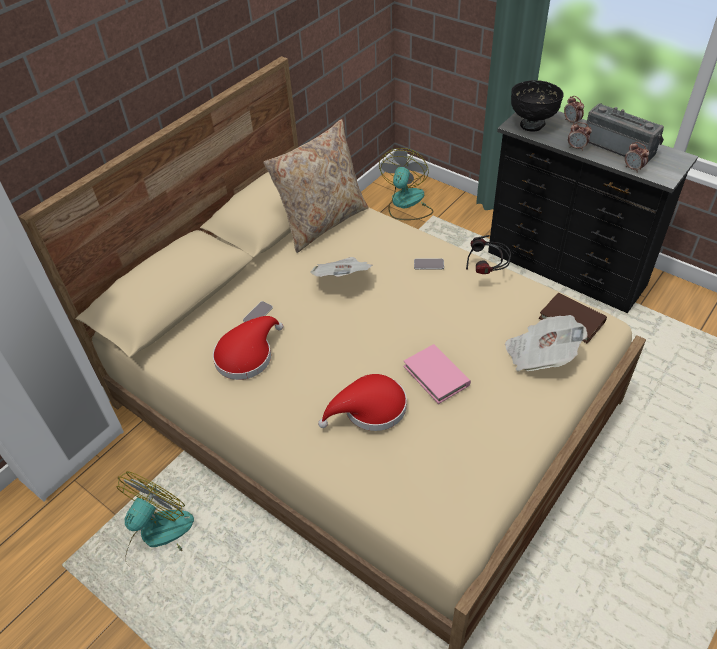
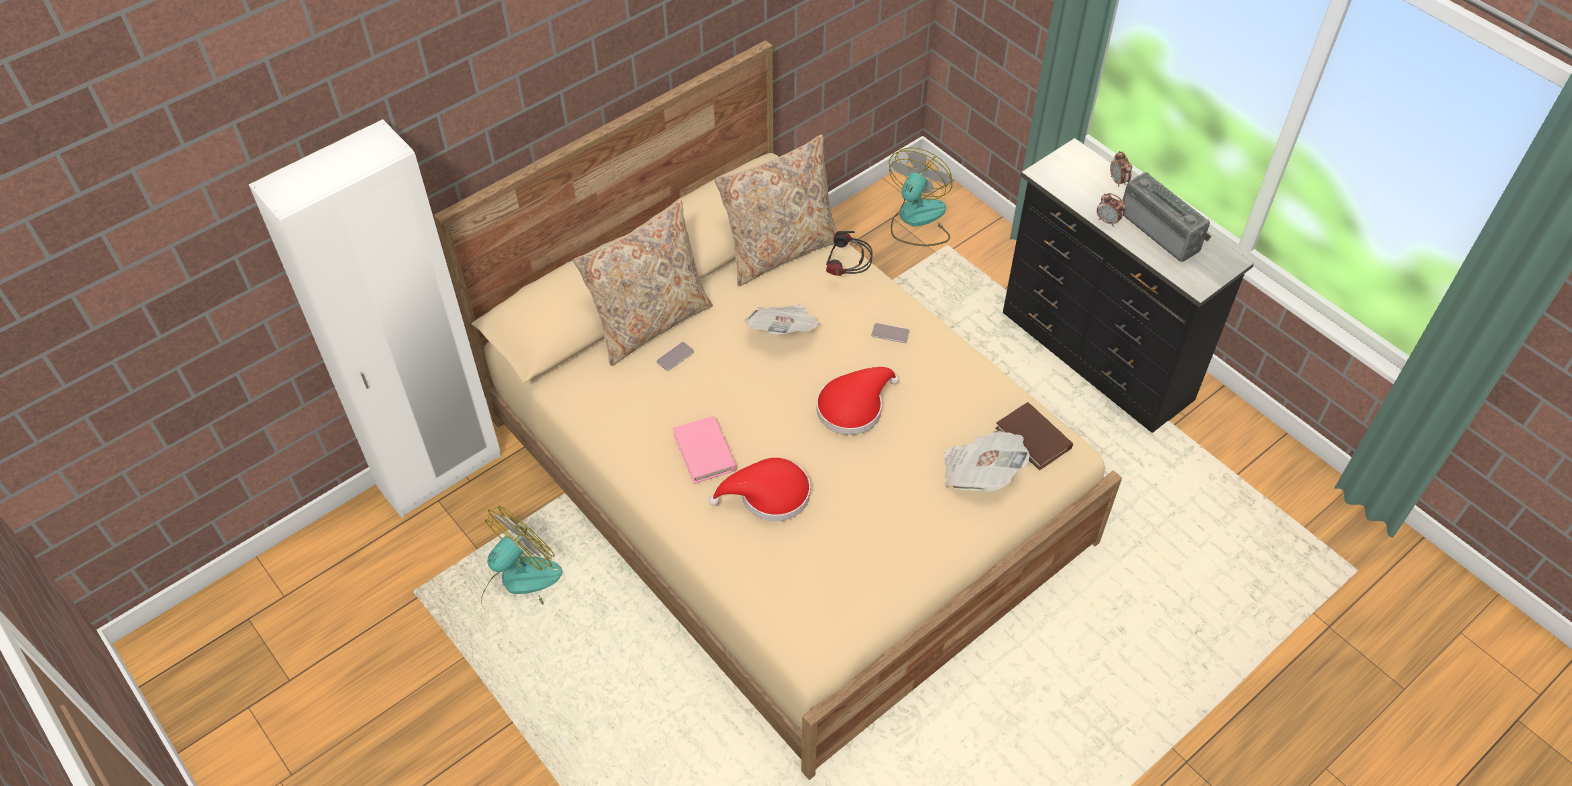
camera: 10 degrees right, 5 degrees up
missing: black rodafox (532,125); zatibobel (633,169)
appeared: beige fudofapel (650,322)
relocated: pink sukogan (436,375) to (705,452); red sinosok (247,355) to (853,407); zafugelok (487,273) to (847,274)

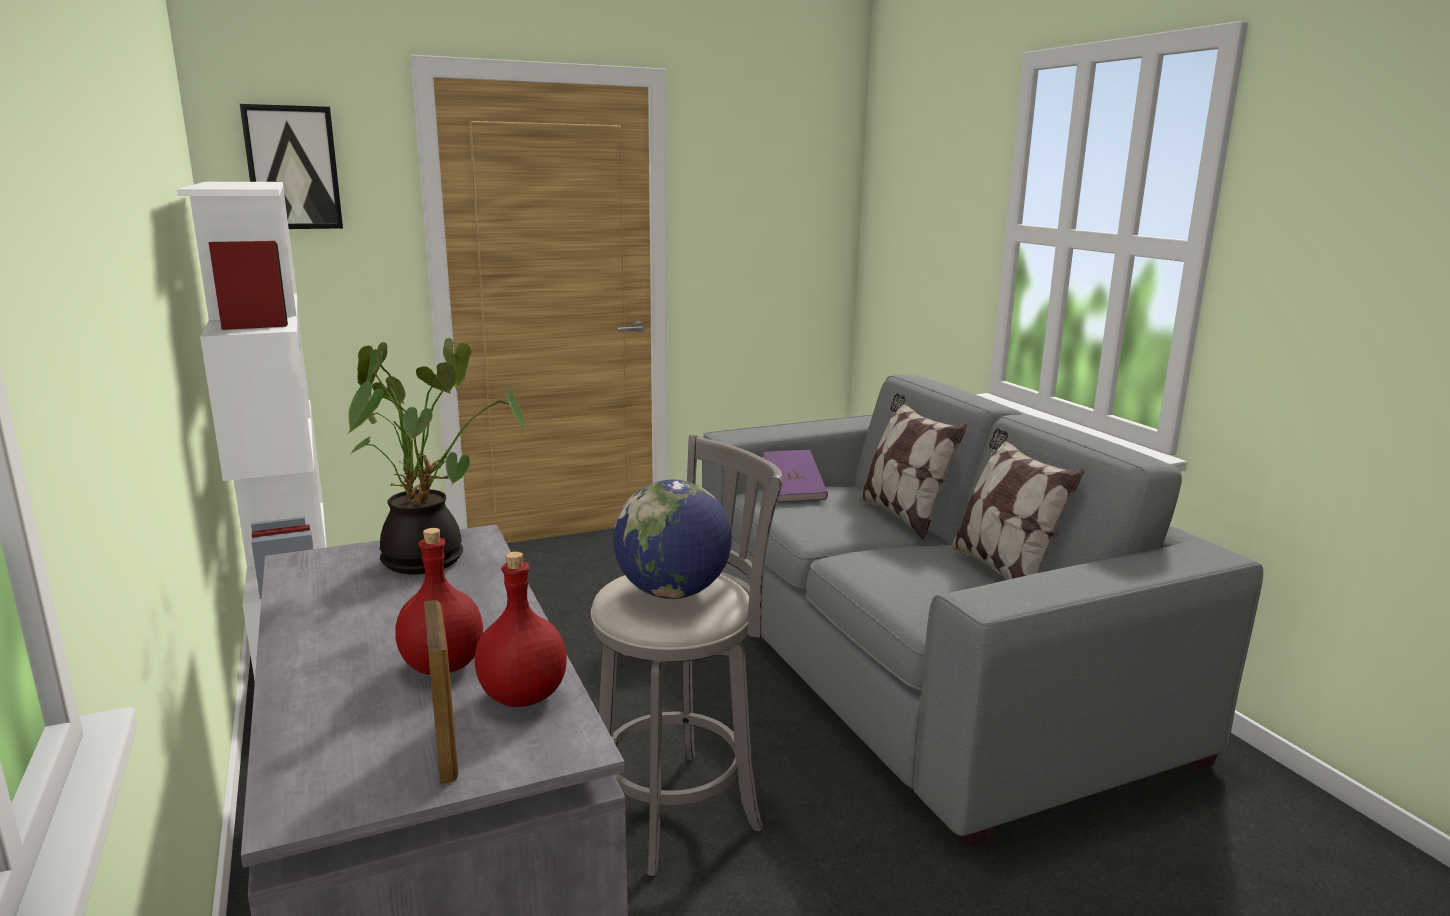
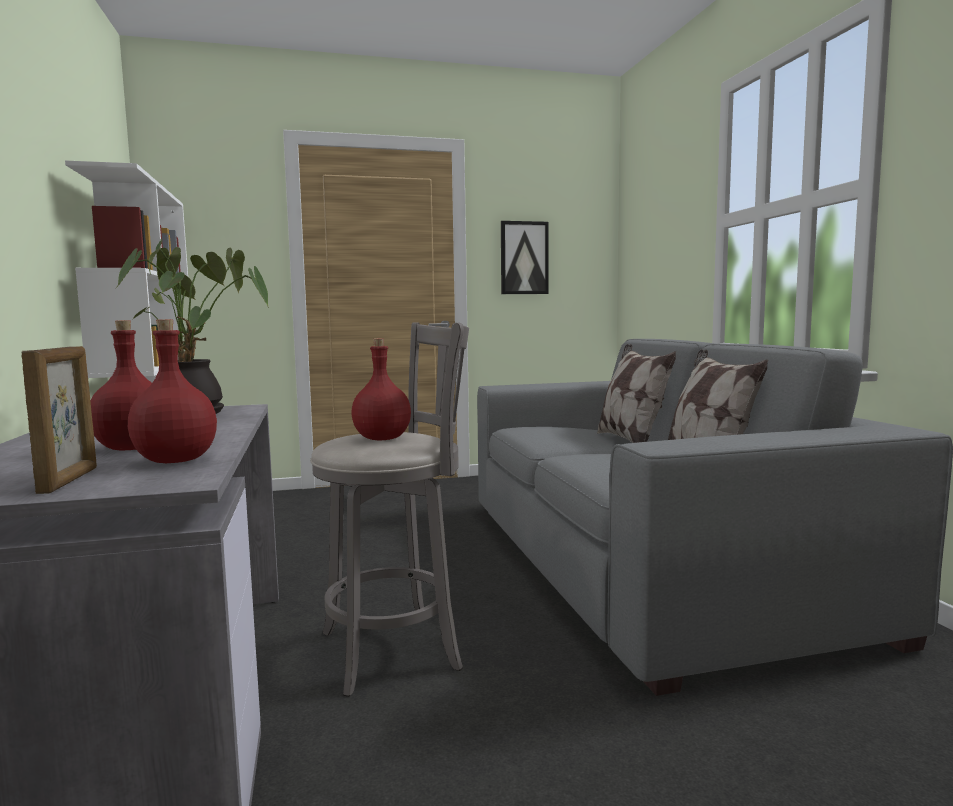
camera: 10 degrees right, 10 degrees down
missing: purple sukogan (793,492)
relocated: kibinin (293,168) to (524,258)
exchanged: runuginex (673,592) to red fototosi (381,439)

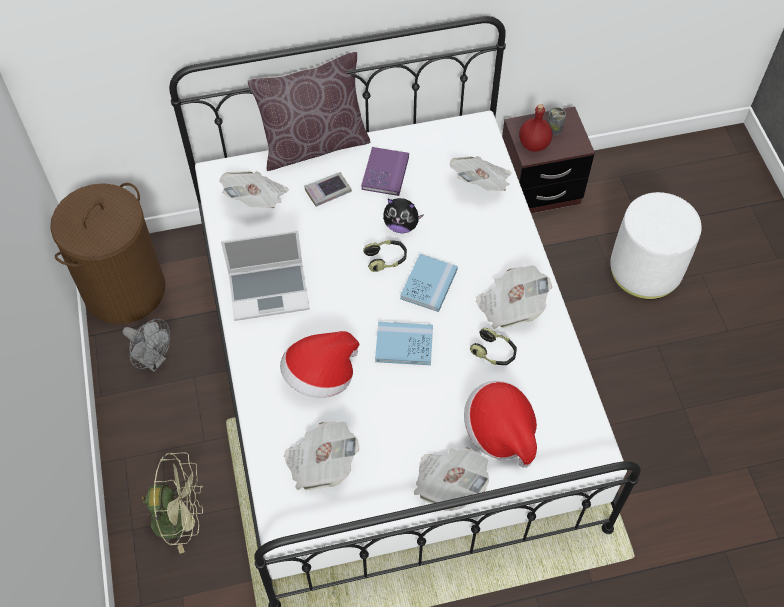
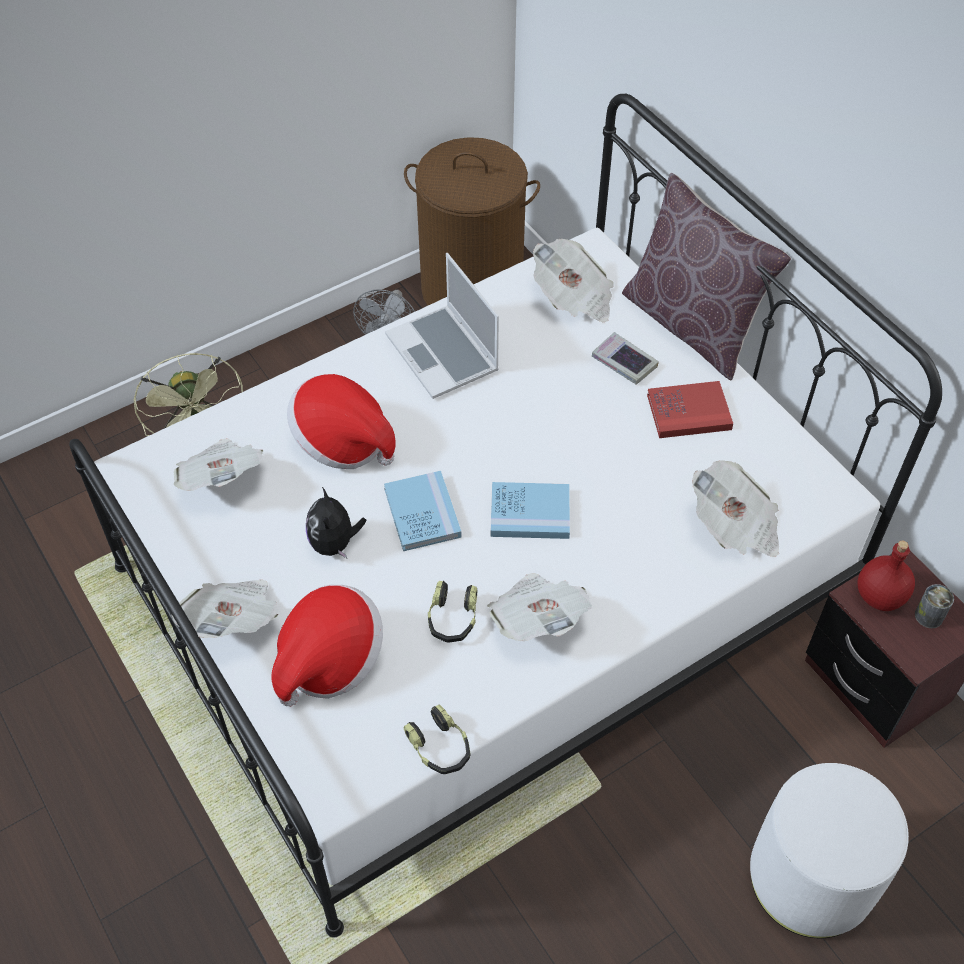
camera: 70 degrees right, 5 degrees down
relocated: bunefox (401,225) to (335,543); zafugelok (386,259) to (440,747)
colour: purple sukogan (385,173) to red sukogan (689,412)

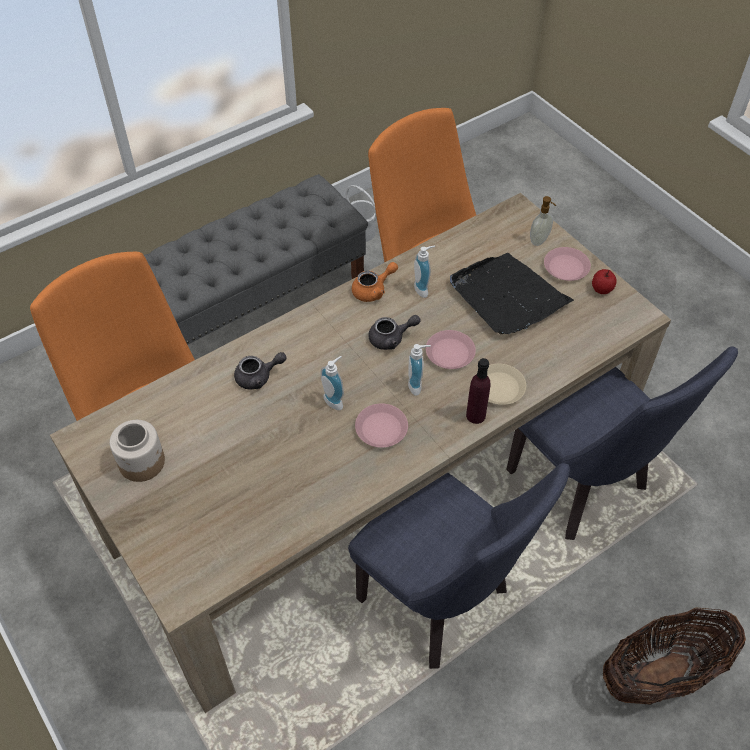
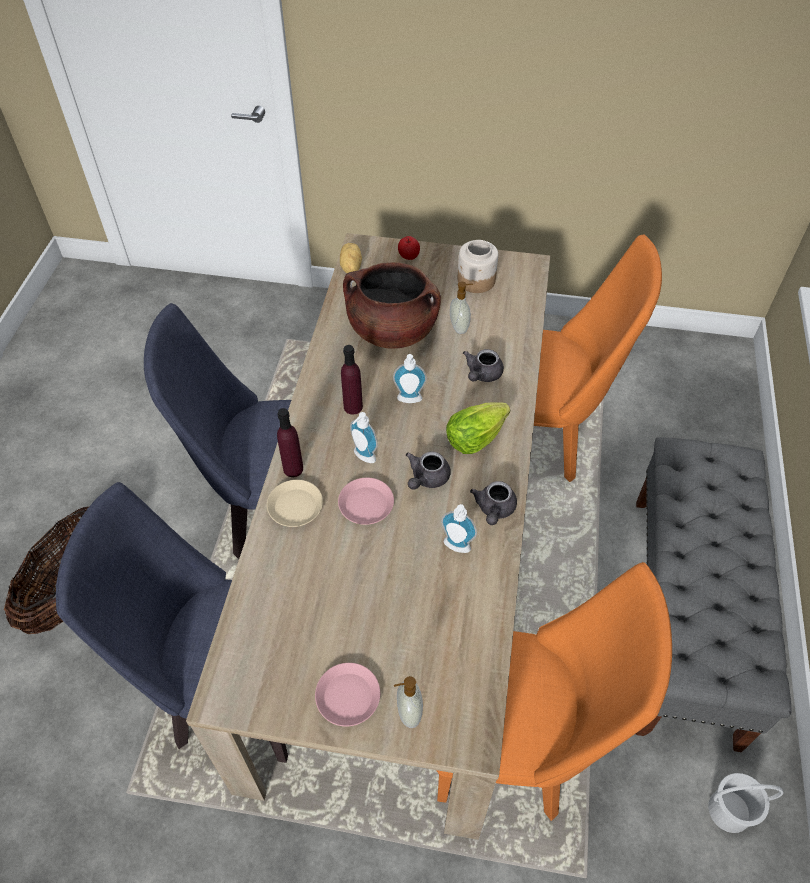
camera: 135 degrees right, 0 degrees up
missing: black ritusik (507,297)
appeared: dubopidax (350,267); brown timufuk (392,331); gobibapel (474,438); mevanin (460,327)
relocated: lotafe (602,289) to (409,256)
exchanged: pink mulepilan (381,429) to purple fototosi (353,407)
colour: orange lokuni (373,290) to grey lokuni (494,509)

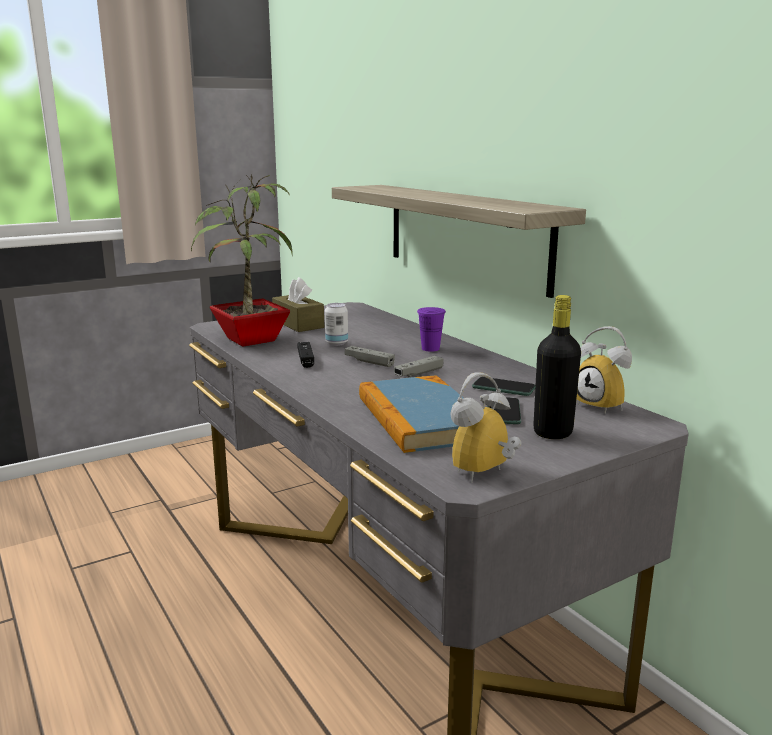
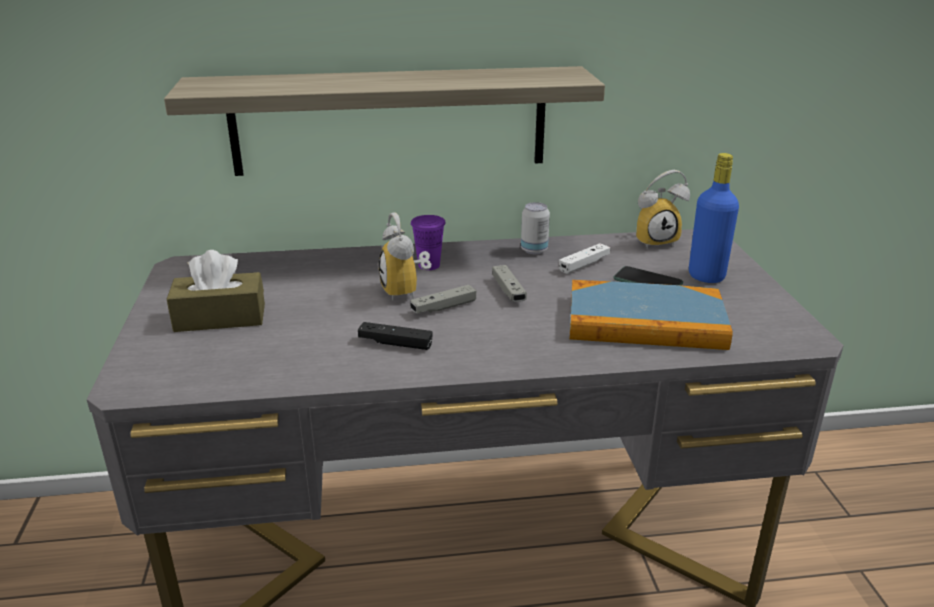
camera: 65 degrees left, 10 degrees up
missing: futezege (248,341)
relocated: zatibobel (485,474) to (407,292); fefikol (336,343) to (534,250)
exchanged: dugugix (503,388) to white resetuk (584,264)
colour: black fototosi (552,432) to blue fototosi (706,276)

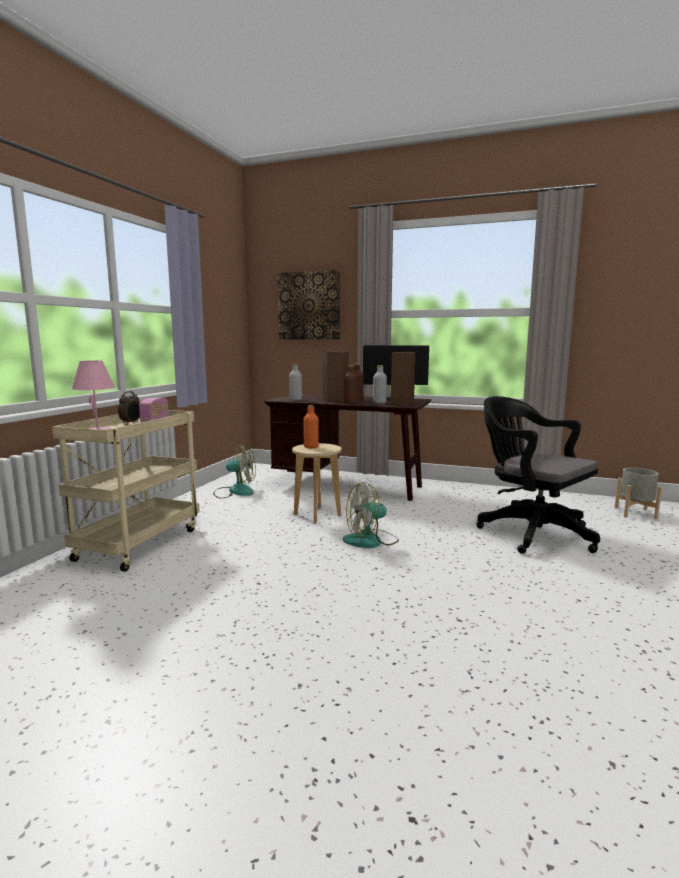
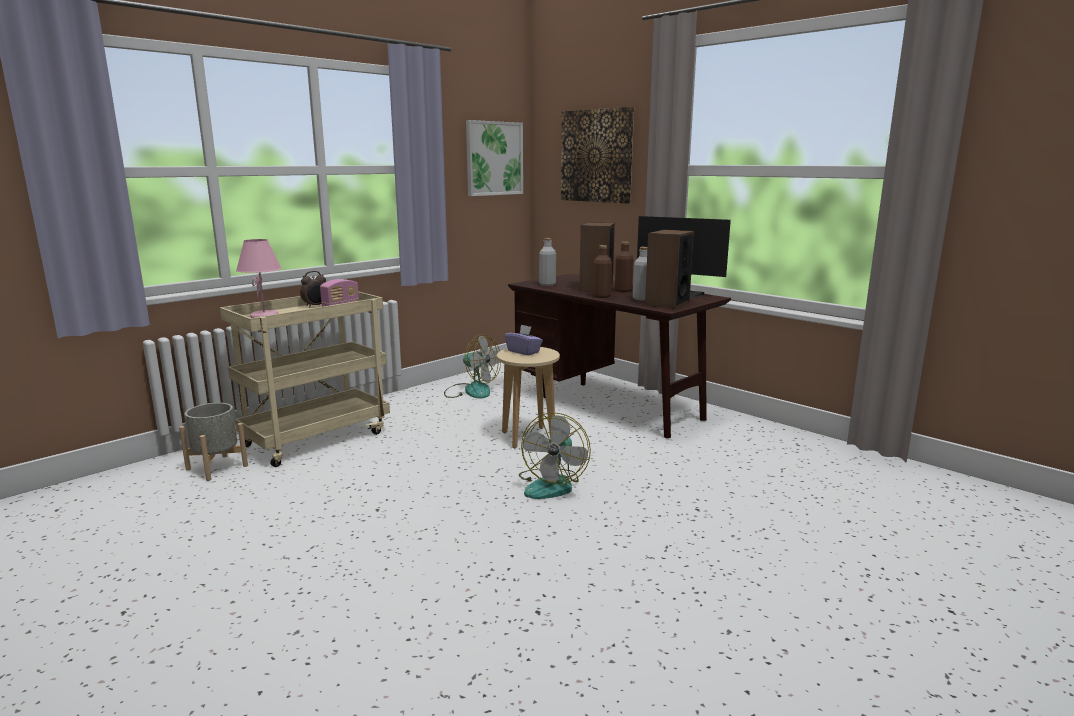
camera: 25 degrees right, 5 degrees up
missing: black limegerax (531,532)
appeared: kibinin (494,158)
relocated: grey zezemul (635,513) to (216,467)
exchanged: orange fototosi (311,447) to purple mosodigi (523,351)
spun: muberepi (371,541) = (552,484) 75 degrees counterclockwise

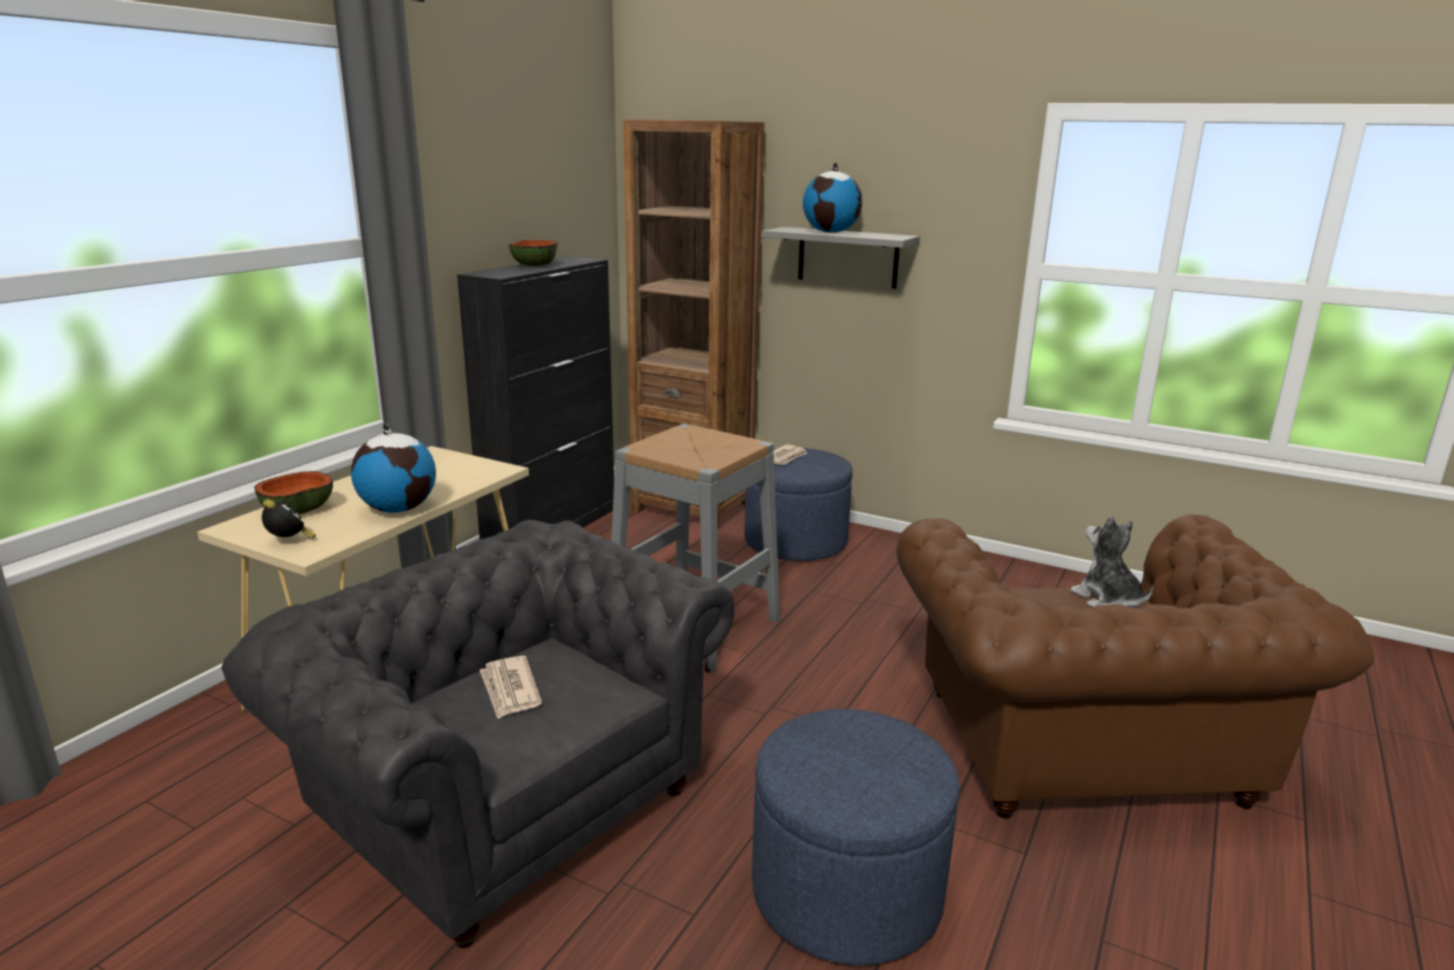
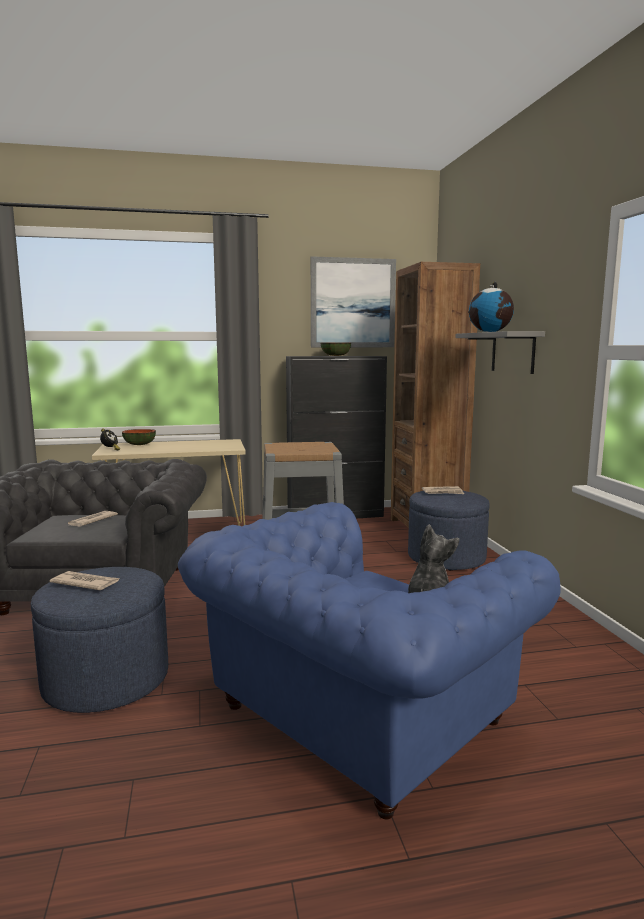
camera: 50 degrees right, 10 degrees down
missing: runuginex (398,509)
appeared: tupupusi (85,583); kibinin (353,303)
colour: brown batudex (1085,753) to blue batudex (352,718)

